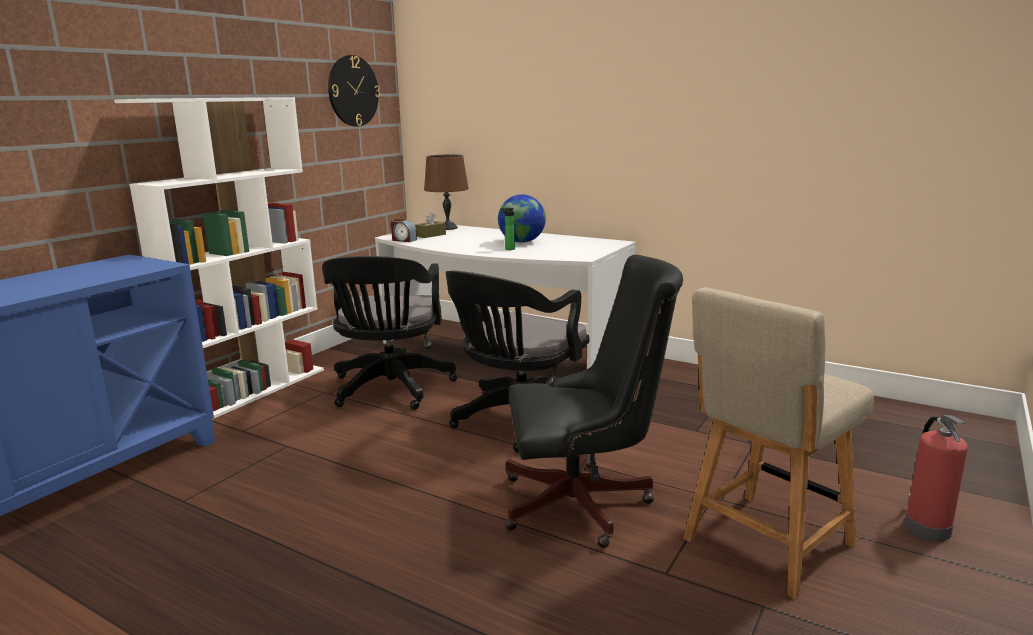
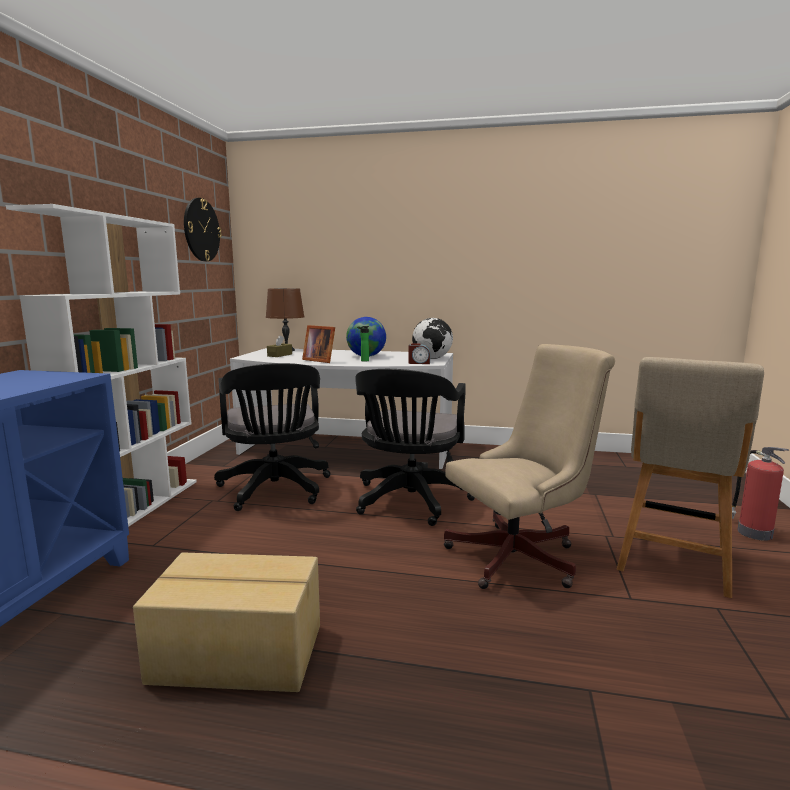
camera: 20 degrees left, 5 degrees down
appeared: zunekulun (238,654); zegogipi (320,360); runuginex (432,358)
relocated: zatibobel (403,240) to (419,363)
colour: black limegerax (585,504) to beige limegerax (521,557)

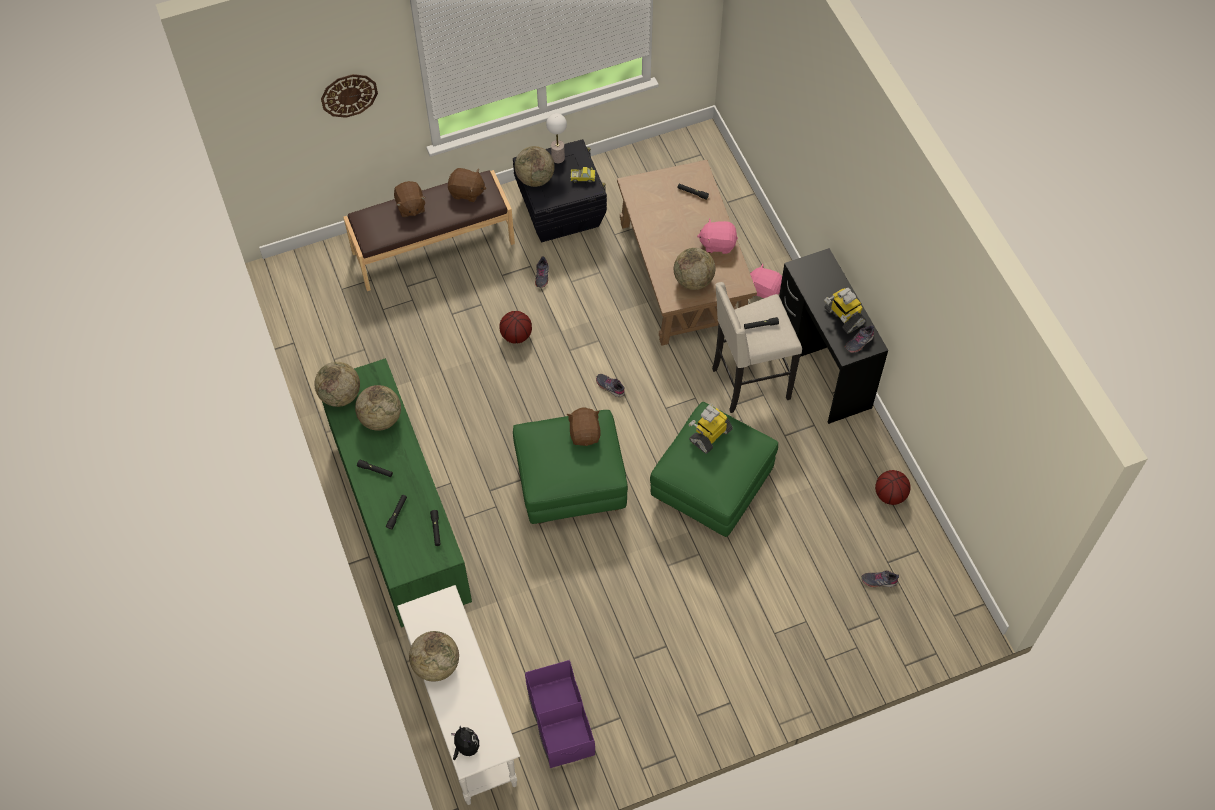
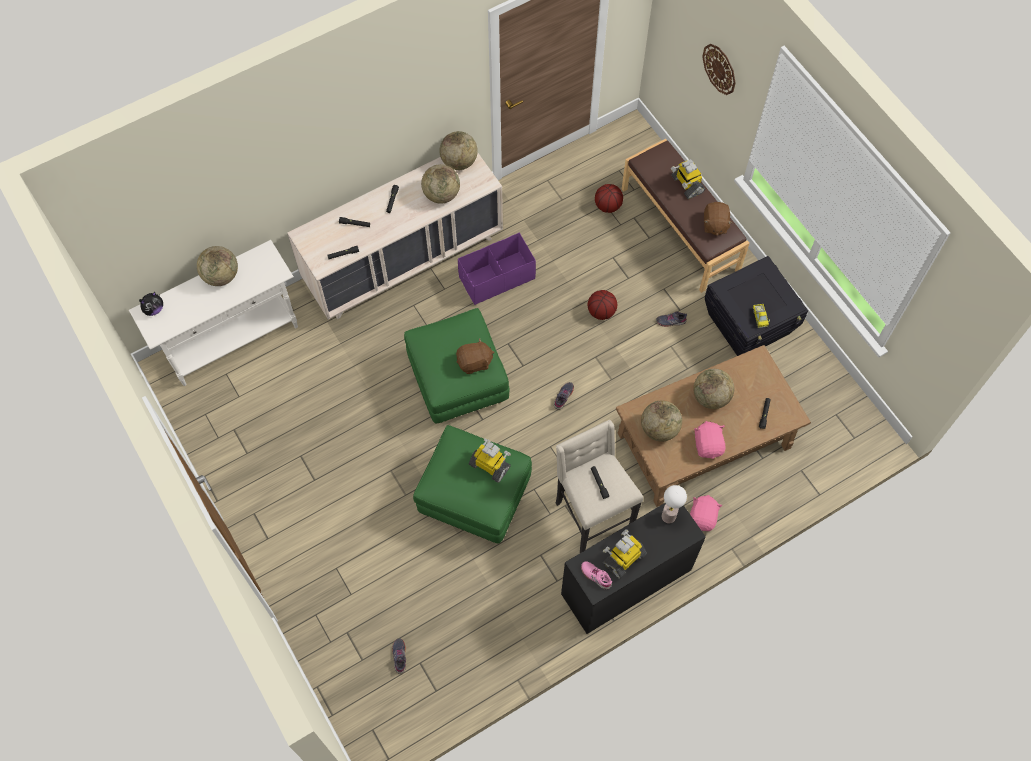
camera: 80 degrees right, 5 degrees up
relocated: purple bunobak (560,722) to (496,278); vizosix (889,495) to (608,205); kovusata (557,158) to (668,516); runuginex (535,178) to (711,397)
exchanged: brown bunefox (410,207) to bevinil (686,184)
colour: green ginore (401,520) to beige ginore (404,260); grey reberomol (859,342) to pink reberomol (596,576)

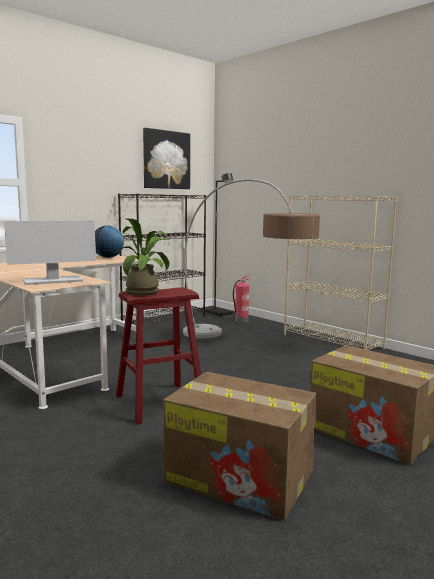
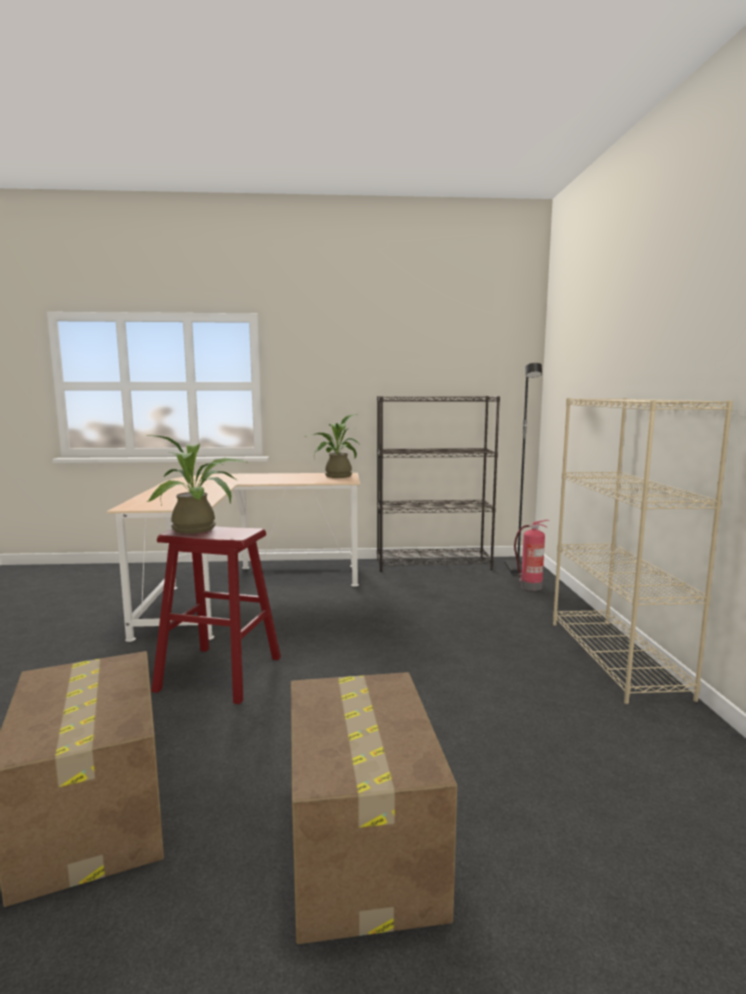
camera: 40 degrees right, 0 degrees up
missing: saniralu (52,281); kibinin (166,160); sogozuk (249,342)
exchanged: runuginex (108,257) to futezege (334,476)

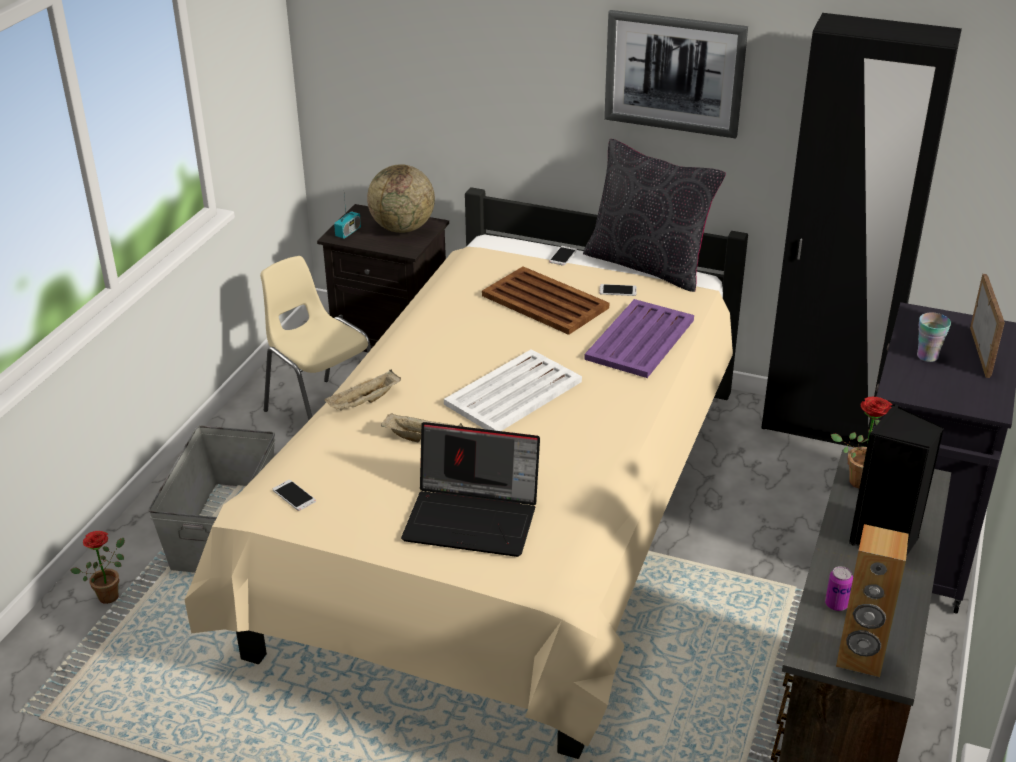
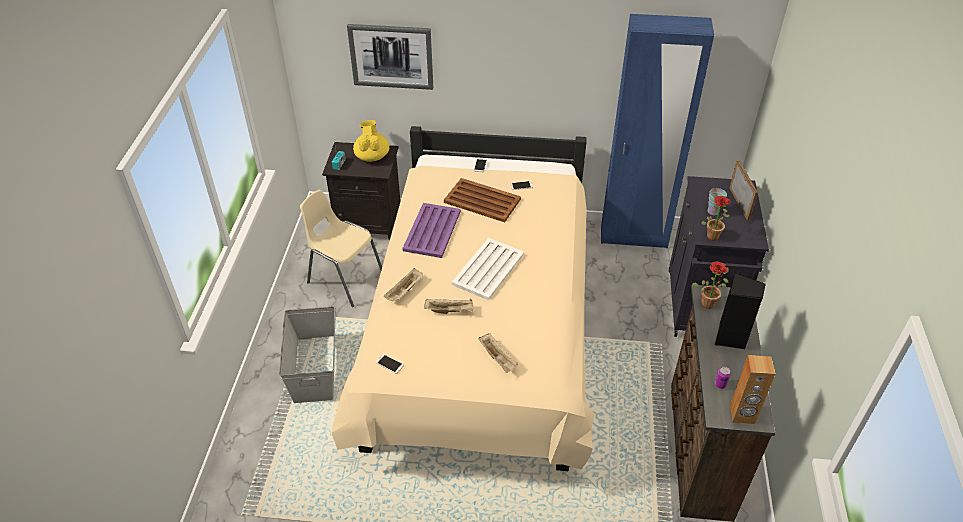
camera: 15 degrees left, 10 degrees up
missing: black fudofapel (648,265)
relocated: kibinin (674,73) to (391,56); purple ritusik (639,340) to (431,231); futezege (110,593) to (712,234)
exchanged: runuginex (402,228) to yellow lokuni (372,156); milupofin (474,518) to beige ritusik (498,358)
colour: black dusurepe (822,428) to blue dusurepe (633,237)

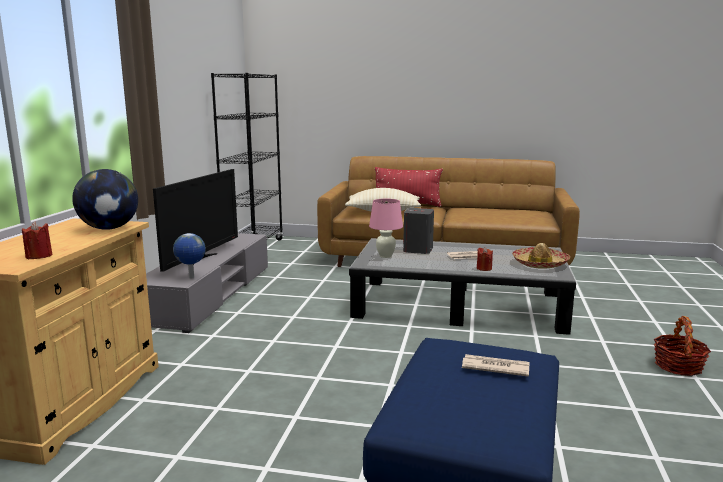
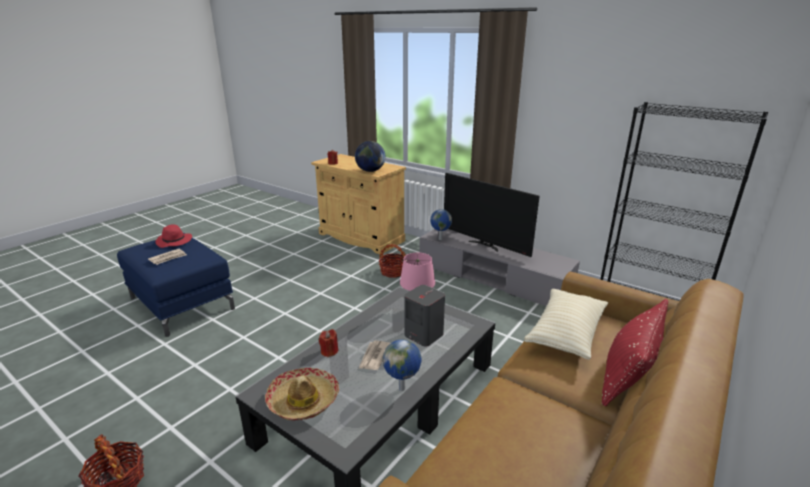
camera: 115 degrees right, 10 degrees up
appeared: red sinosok (174,241); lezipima (393,272); runuginex (402,388)

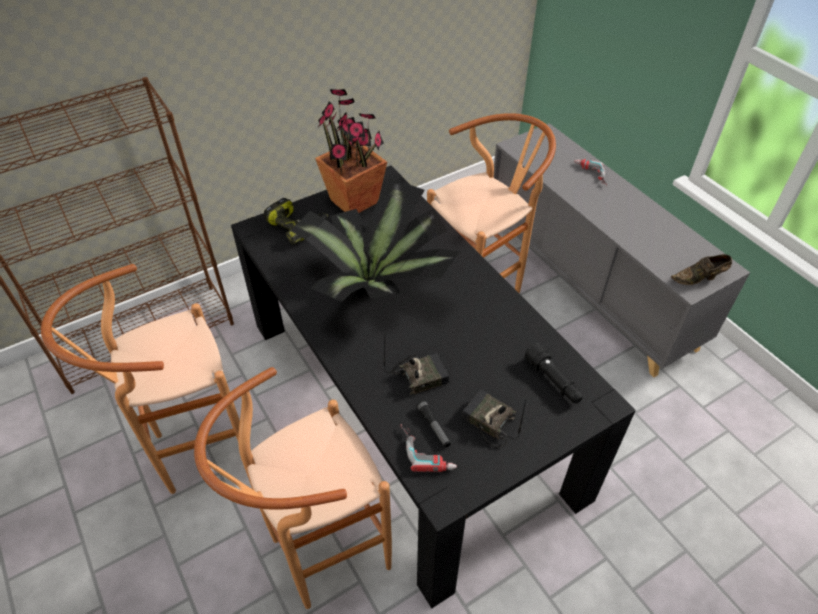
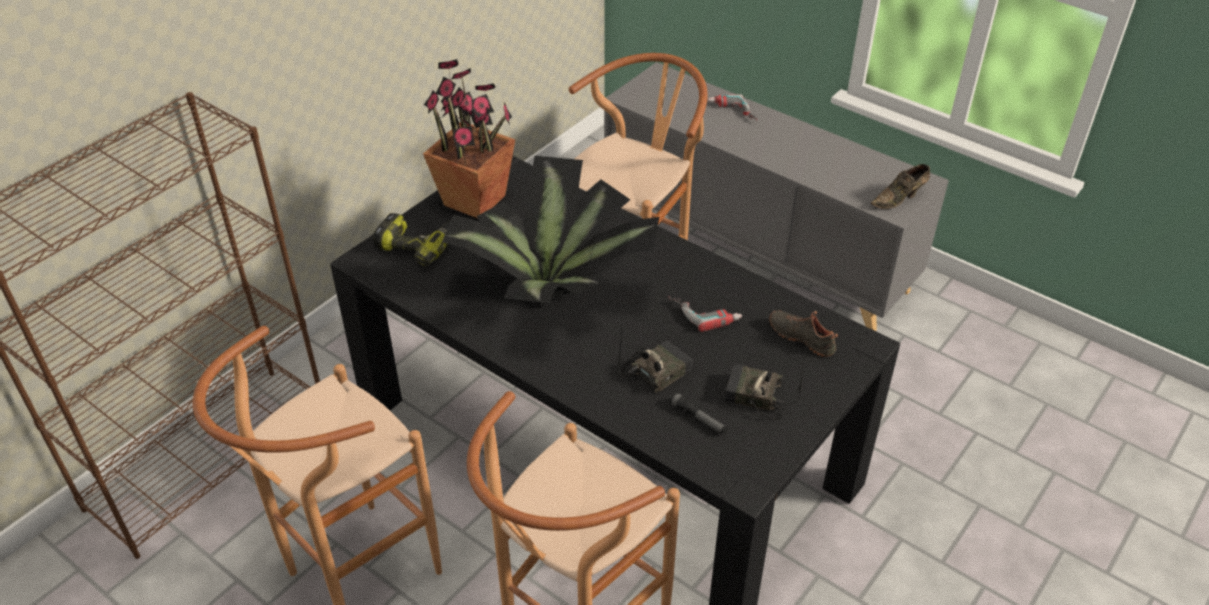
camera: 20 degrees left, 5 degrees down
relocated: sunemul (427,449) to (705,311)
exchanged: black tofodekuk (553,380) to black reberomol (802,337)

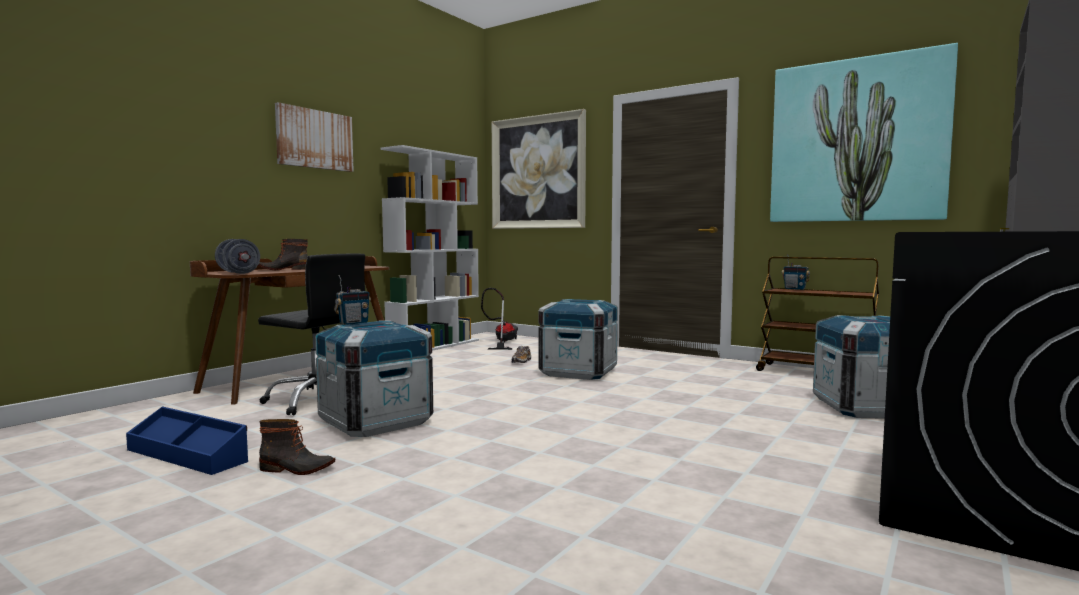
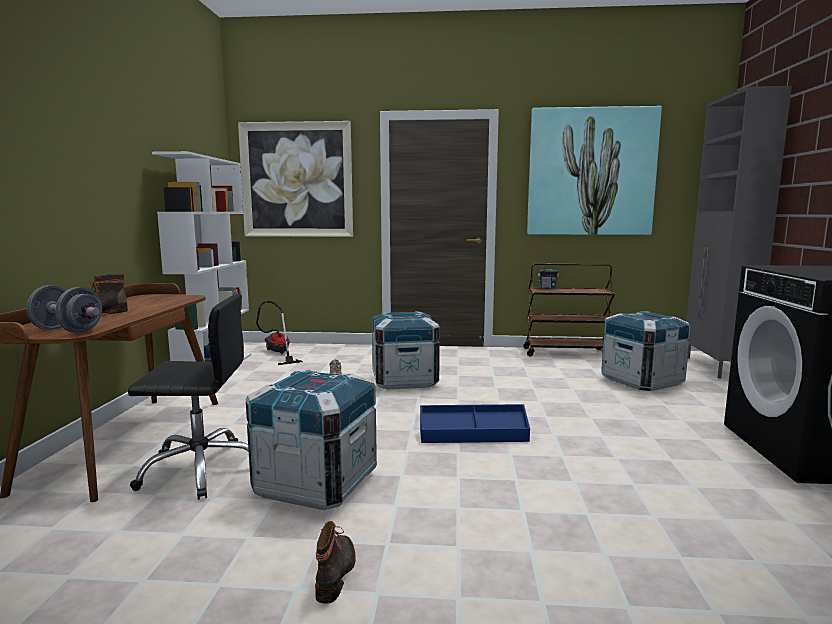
camera: 30 degrees left, 5 degrees up
missing: kibinin (315,139); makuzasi (353,323)
relocated: blue bunobak (188,455) to (473,435)
spun: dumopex (296,469) = (336,572) 60 degrees counterclockwise

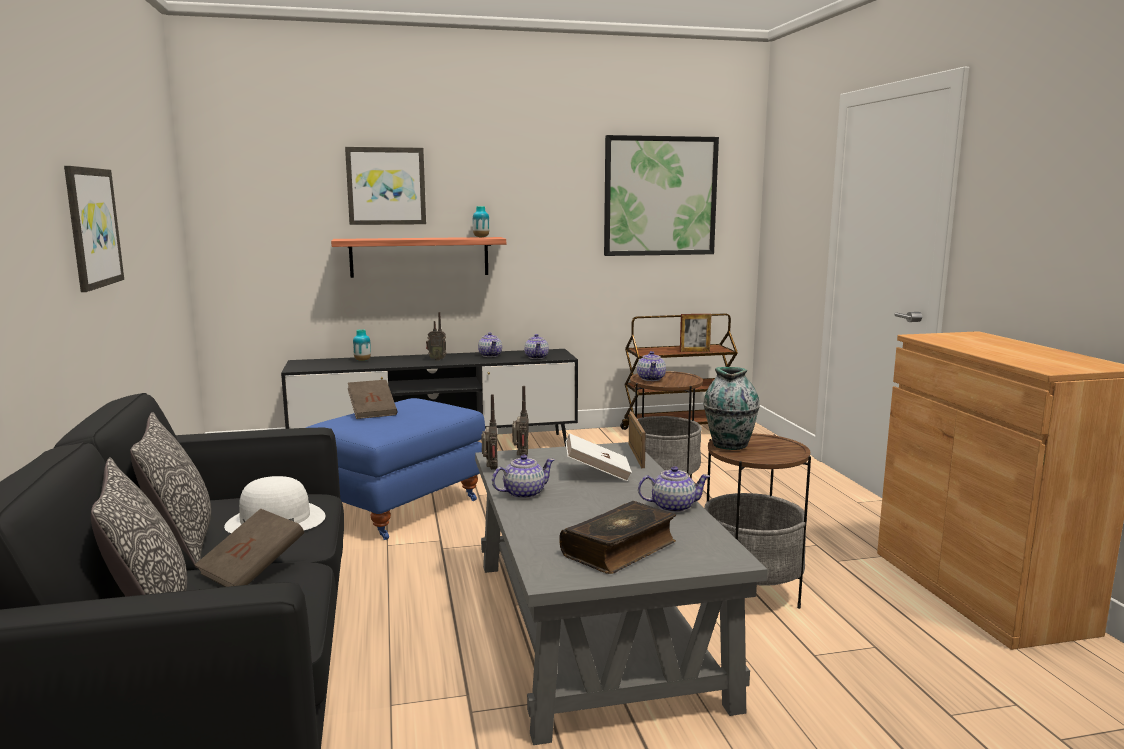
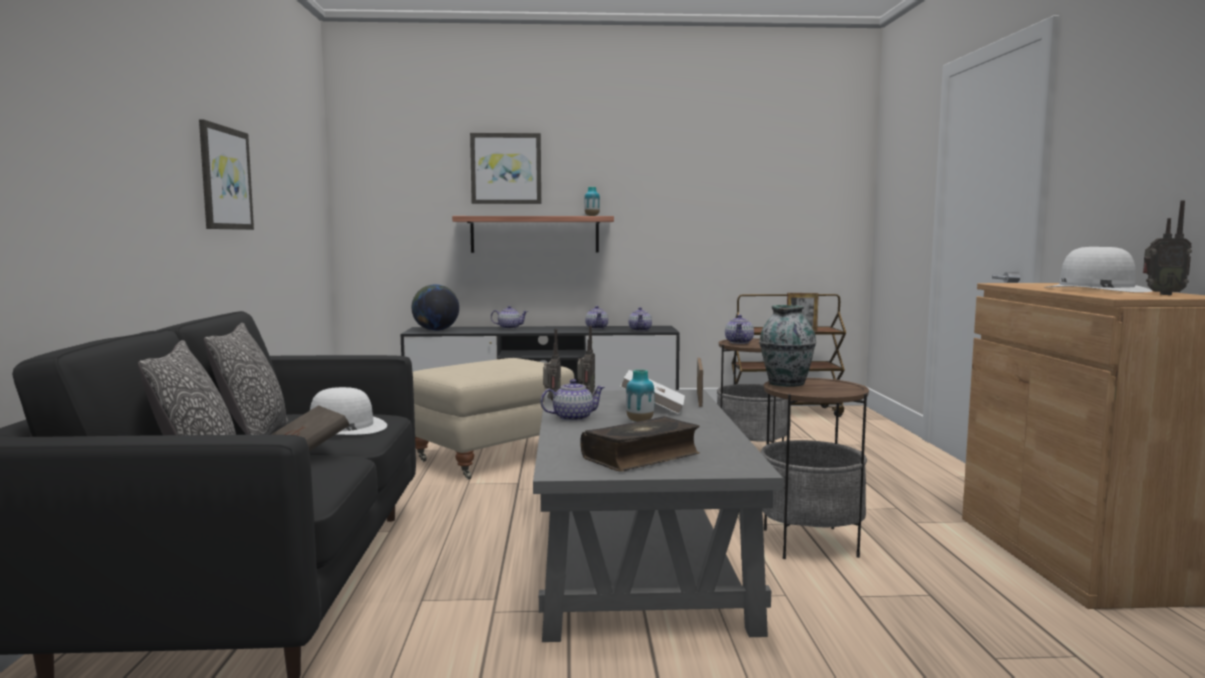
camera: 10 degrees right, 5 degrees down
missing: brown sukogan (372,412); kibinin (660,196)
appeared: runuginex (435,330); white sinosok (1095,289)
relocated: lokuni (672,507) to (509,328); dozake (362,360) to (640,421); makuzasi (437,359) to (1161,294)
colour: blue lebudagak (399,507) to beige lebudagak (491,456)

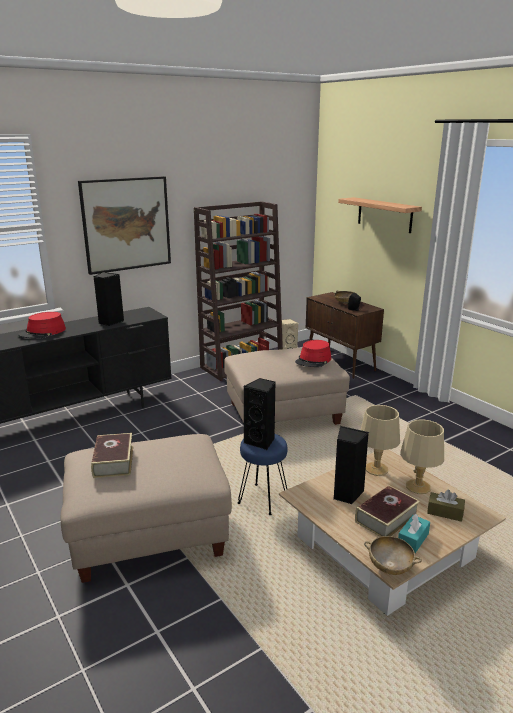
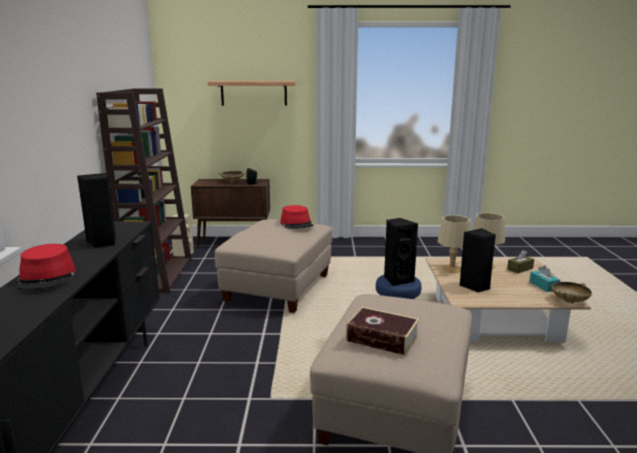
camera: 55 degrees left, 5 degrees down
missing: kibinin (126,224); sukogan (386,518)

